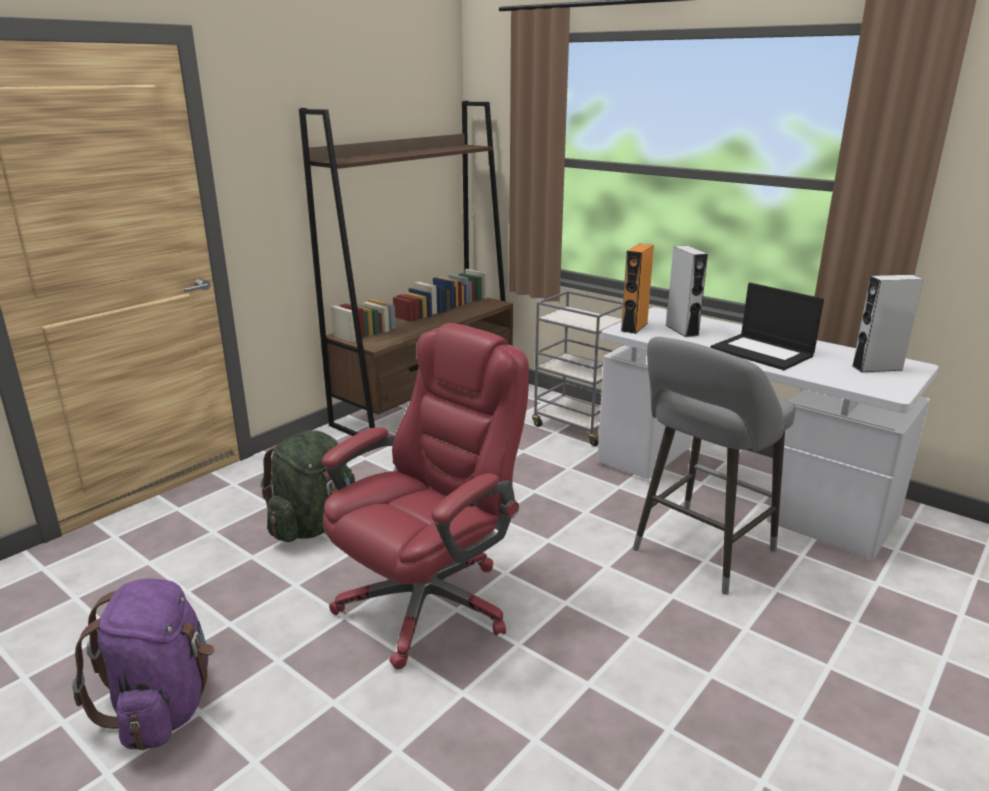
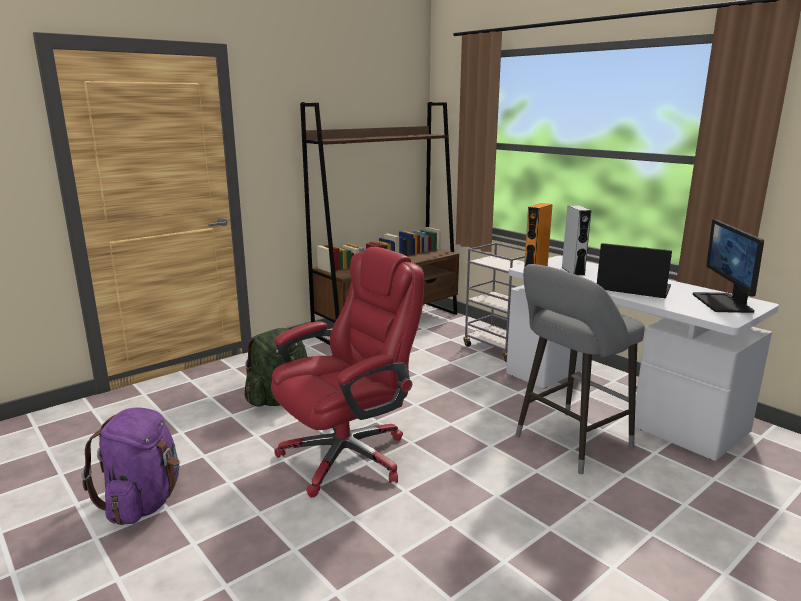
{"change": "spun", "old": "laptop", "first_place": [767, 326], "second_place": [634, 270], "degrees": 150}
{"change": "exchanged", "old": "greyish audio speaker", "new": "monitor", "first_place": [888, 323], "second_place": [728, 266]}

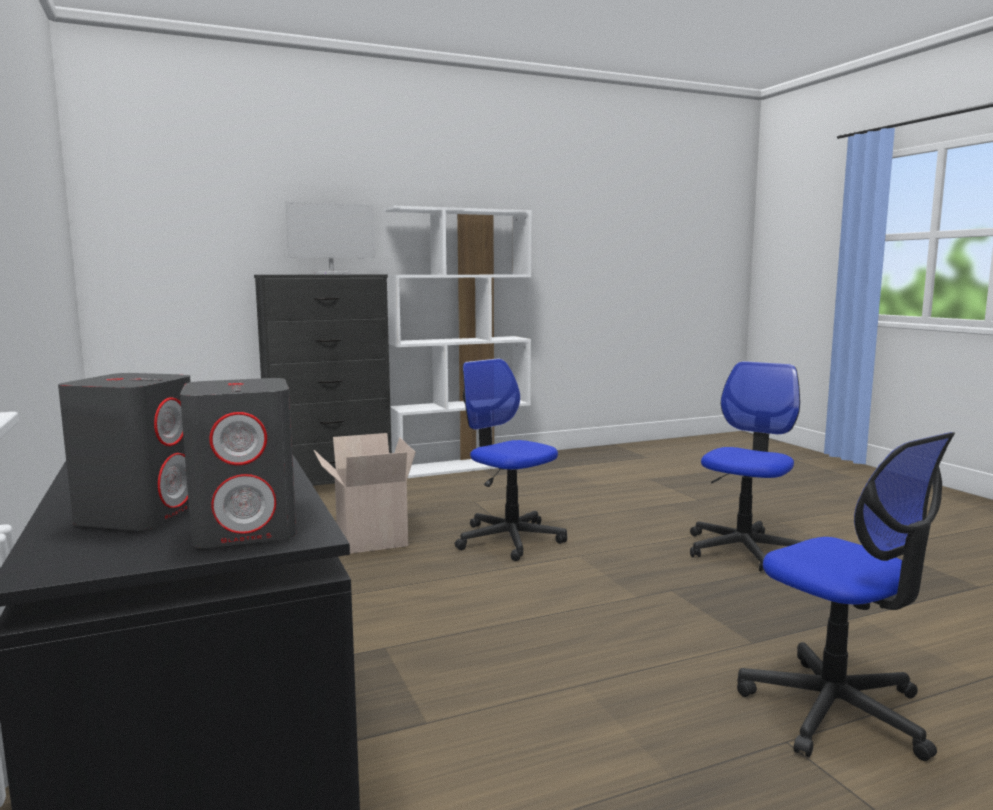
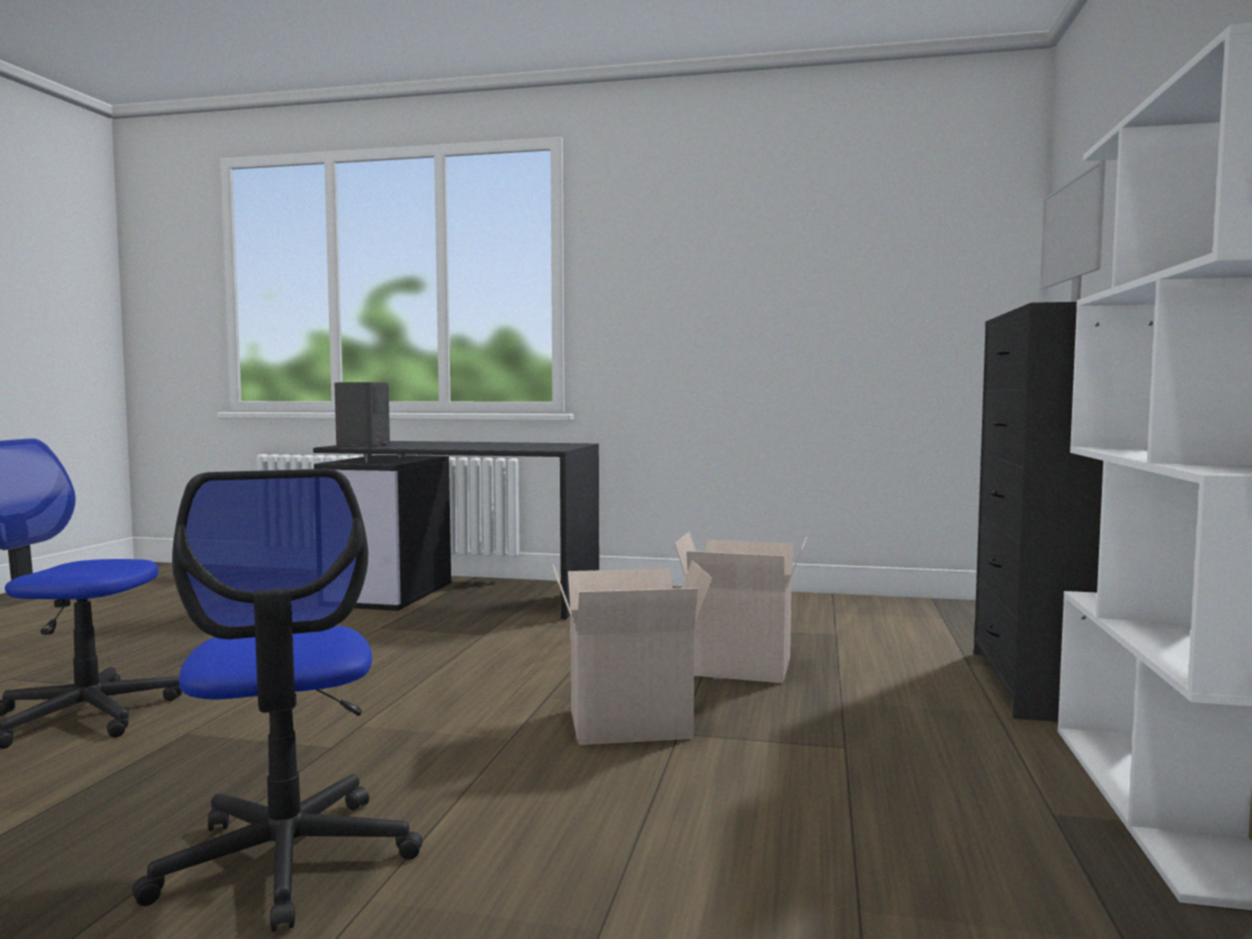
{"change": "exchanged", "old": "desk chair", "new": "packing box", "first_place": [511, 459], "second_place": [633, 652]}
{"change": "missing", "old": "greyish audio speaker", "first_place": [124, 451]}

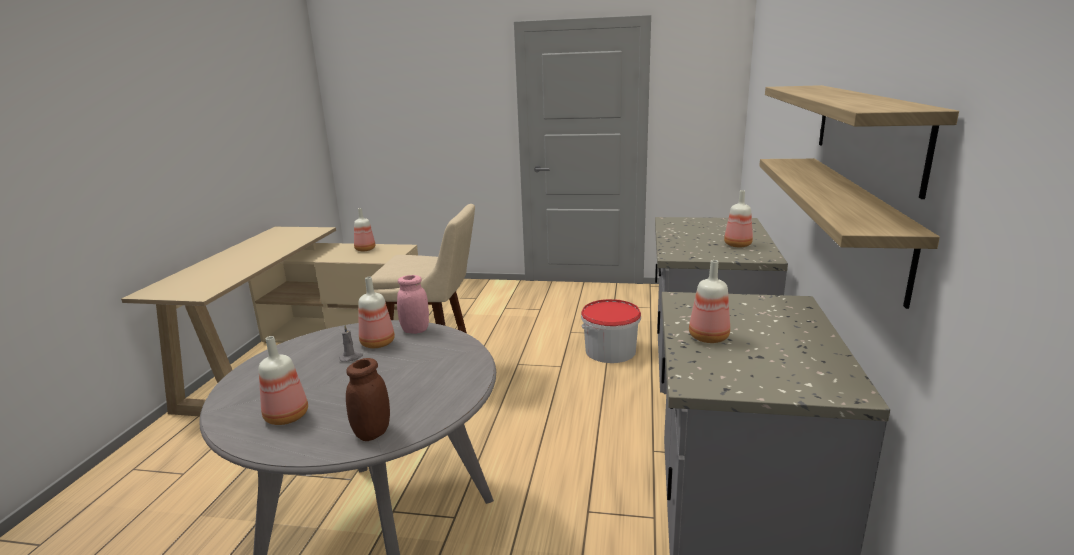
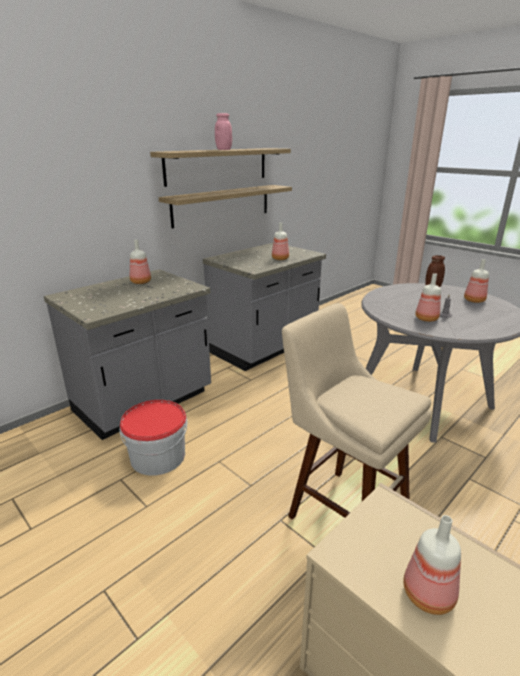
{"change": "relocated", "old": "pinkish preserve jar", "first_place": [413, 304], "second_place": [223, 131]}

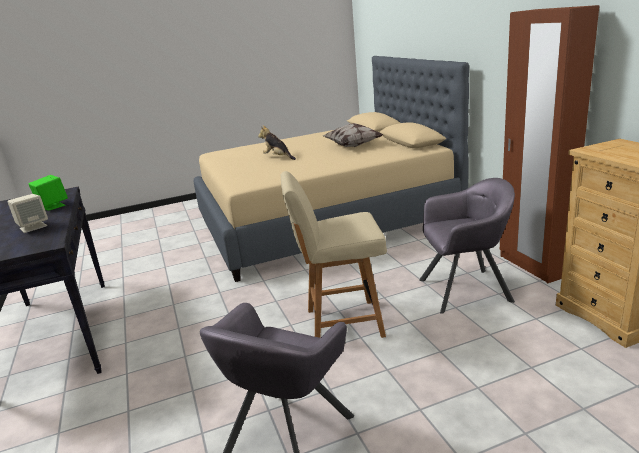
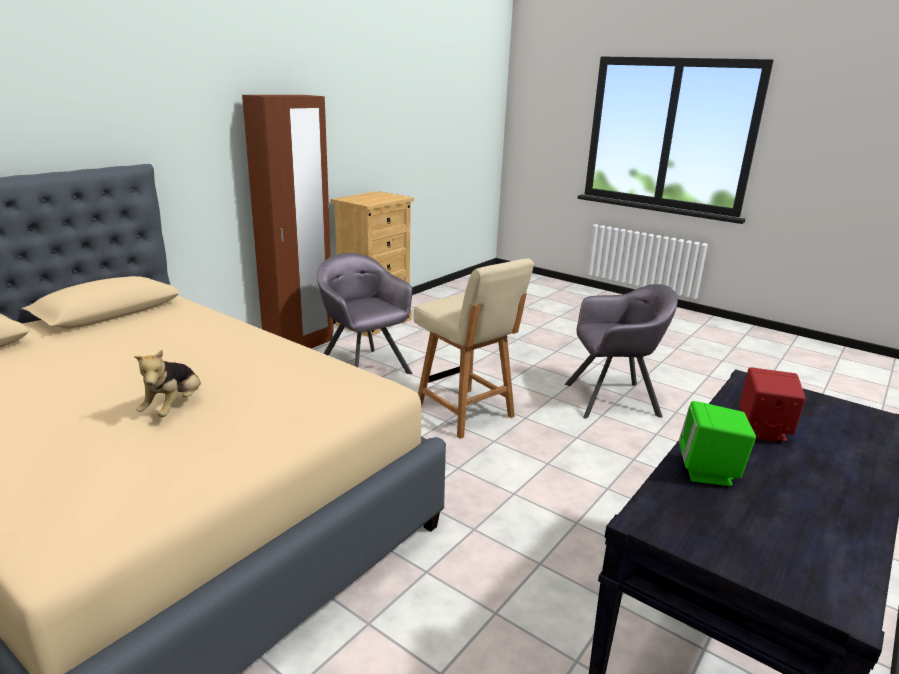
{"change": "colour", "old": "beige audio speaker", "new": "reddish audio speaker", "first_place": [27, 213], "second_place": [772, 404]}
{"change": "missing", "old": "cushion", "first_place": [353, 135]}

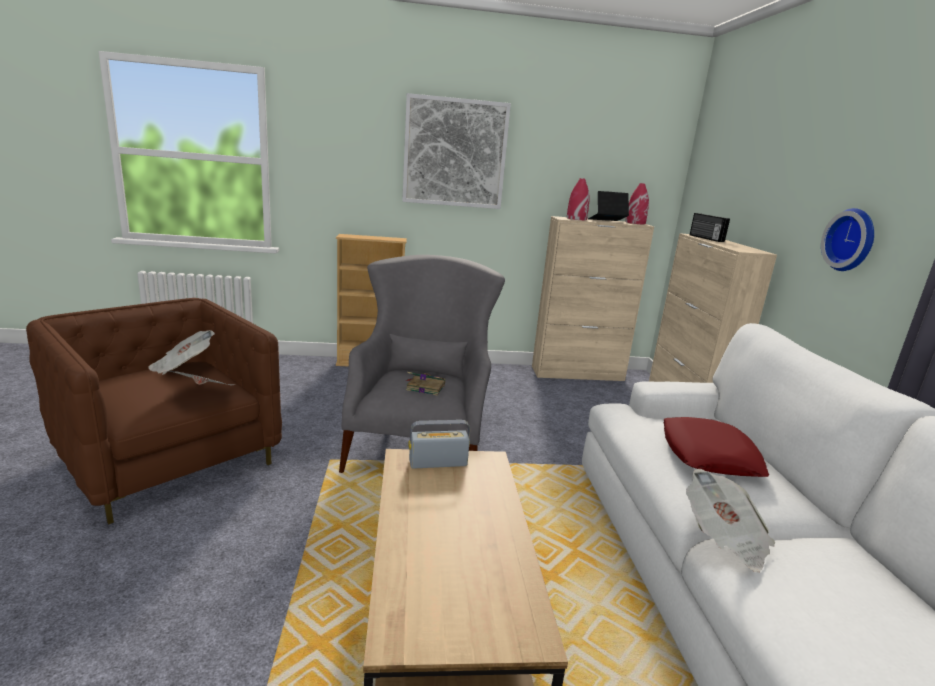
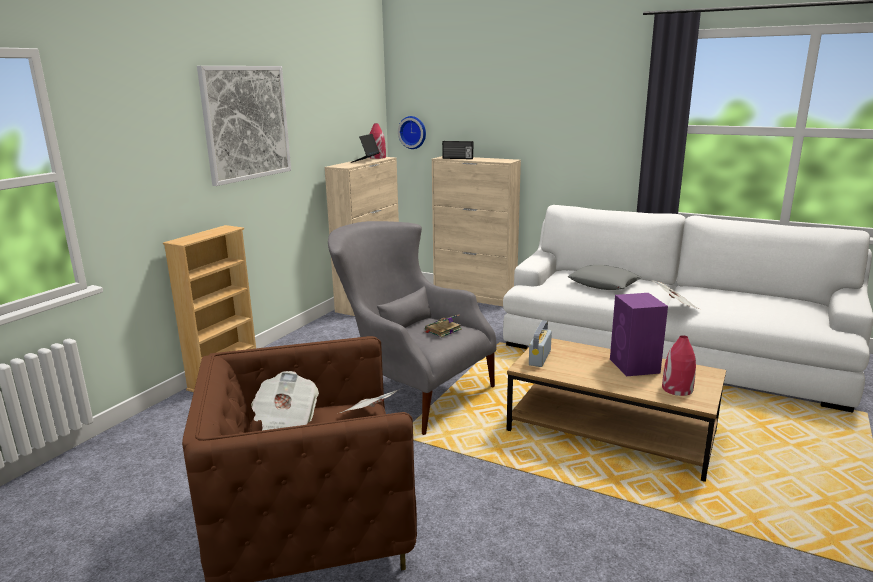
{"change": "relocated", "old": "wall clock", "first_place": [847, 239], "second_place": [412, 132]}
{"change": "colour", "old": "reddish cushion", "new": "greyish cushion", "first_place": [716, 447], "second_place": [604, 277]}
{"change": "appeared", "new": "purplish audio speaker", "second_place": [639, 334]}
{"change": "relocated", "old": "reddish flower vase", "first_place": [578, 199], "second_place": [679, 365]}

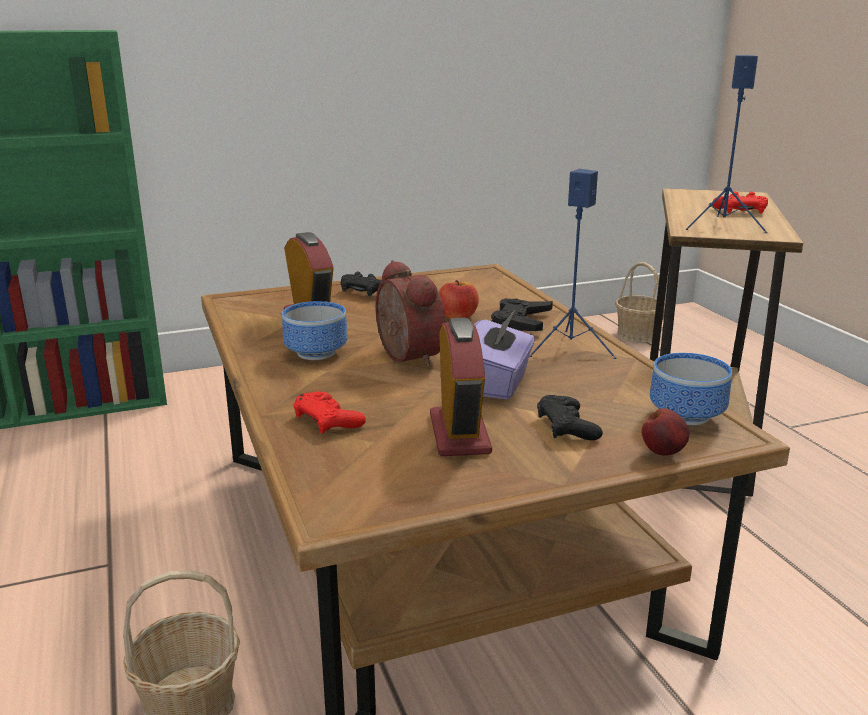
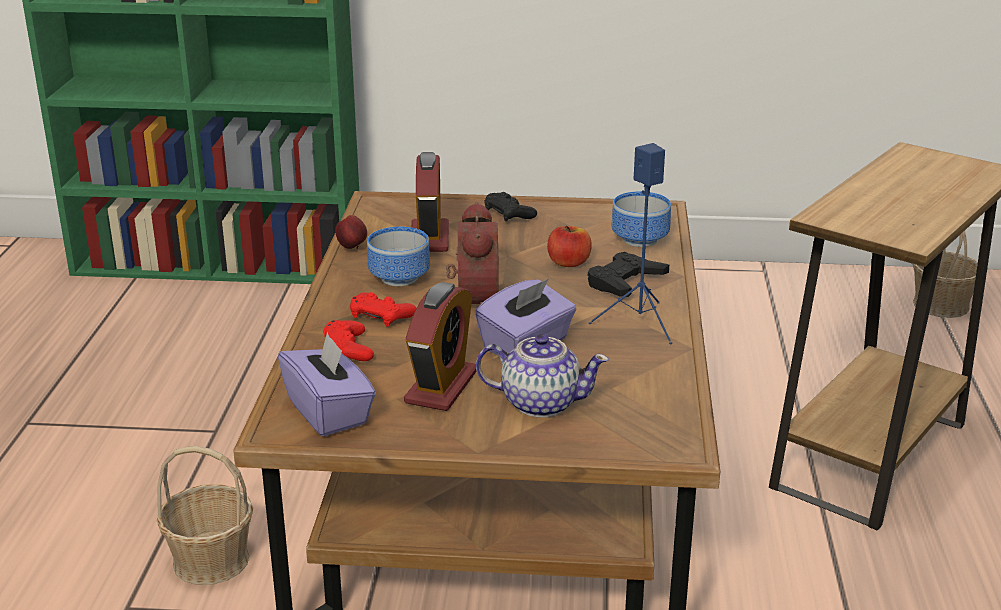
{"change": "appeared", "new": "purplish box of tissues", "second_place": [327, 384]}
{"change": "relocated", "old": "whole apple", "first_place": [665, 432], "second_place": [351, 232]}
{"change": "relocated", "old": "reddish joypad", "first_place": [740, 203], "second_place": [383, 309]}
{"change": "exchanged", "old": "black-coloured joypad", "new": "teapot", "first_place": [570, 417], "second_place": [542, 376]}
{"change": "relocated", "old": "bowl", "first_place": [691, 389], "second_place": [641, 219]}
{"change": "missing", "old": "blue audio speaker", "first_place": [726, 144]}

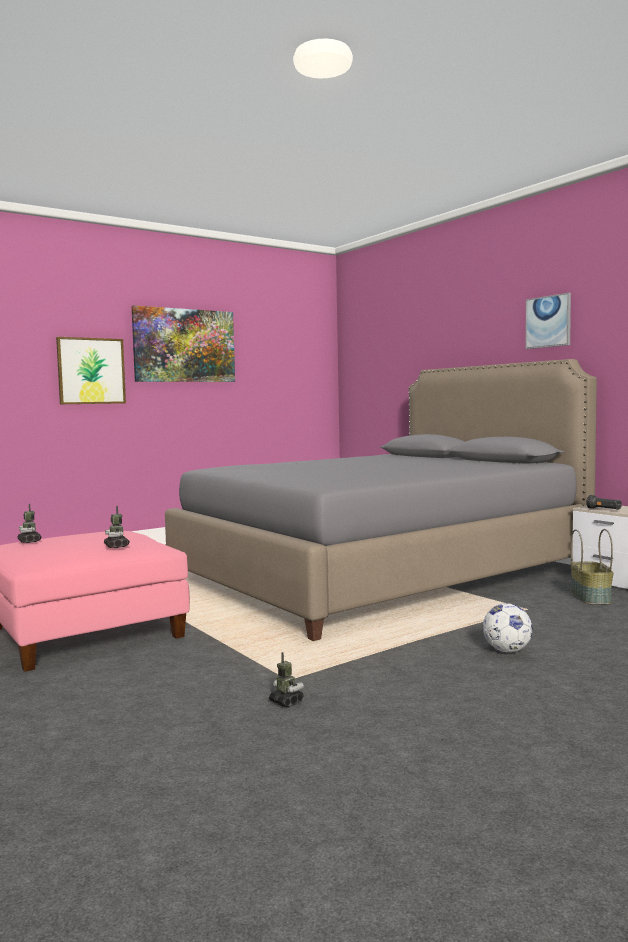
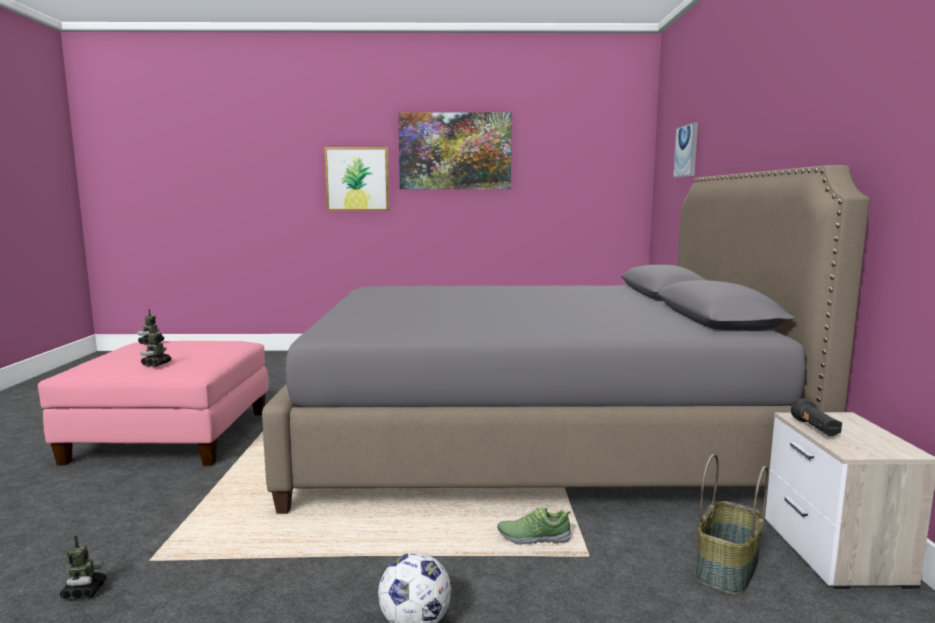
{"change": "appeared", "new": "shoe", "second_place": [534, 526]}
{"change": "relocated", "old": "wall picture", "first_place": [548, 321], "second_place": [685, 150]}

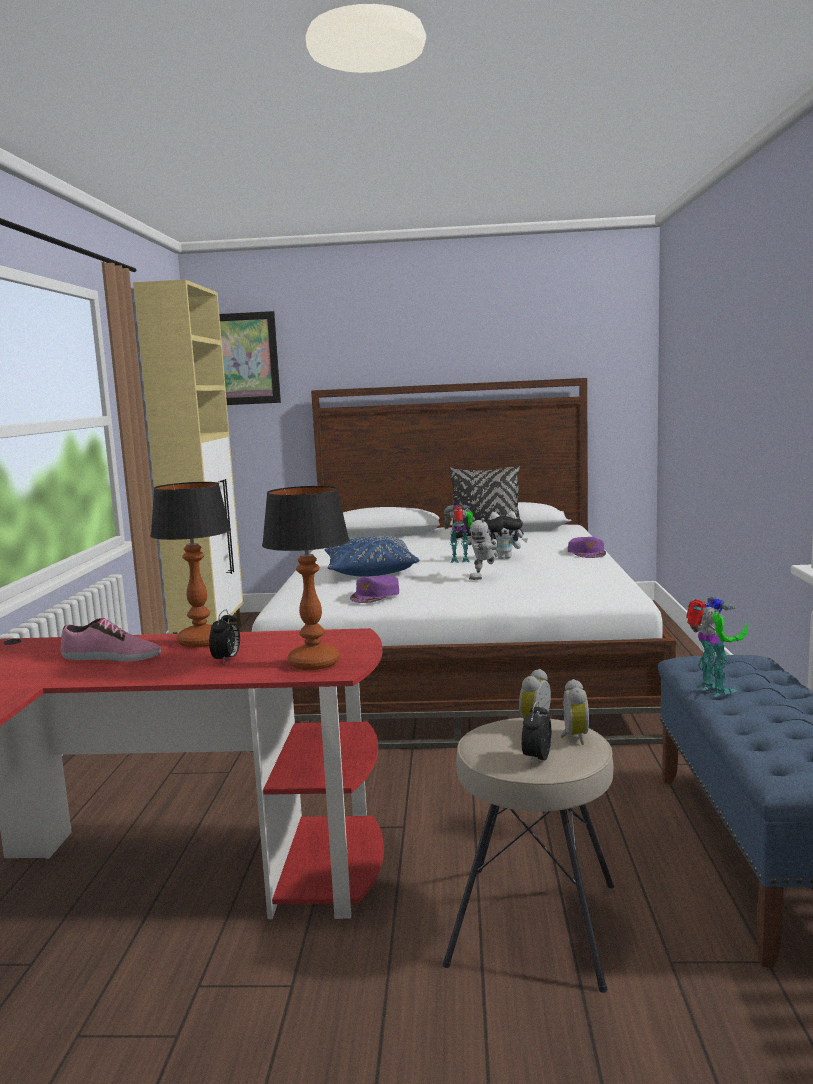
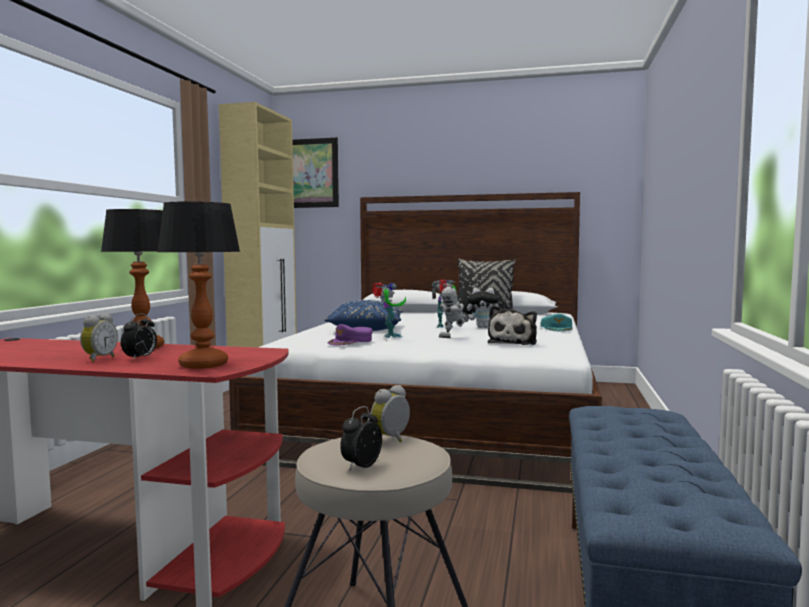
{"change": "relocated", "old": "table clock", "first_place": [574, 712], "second_place": [99, 337]}
{"change": "relocated", "old": "robot figure", "first_place": [716, 647], "second_place": [389, 310]}
{"change": "appeared", "new": "plush toy", "second_place": [512, 325]}
{"change": "colour", "old": "purplish peaked cap", "new": "blue-green peaked cap", "first_place": [587, 547], "second_place": [557, 323]}
{"change": "missing", "old": "shoe", "first_place": [110, 640]}

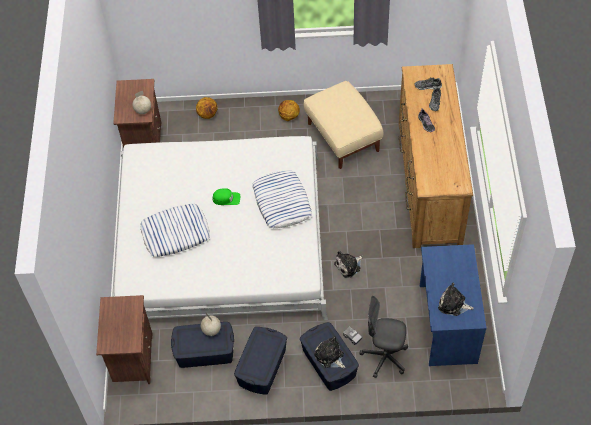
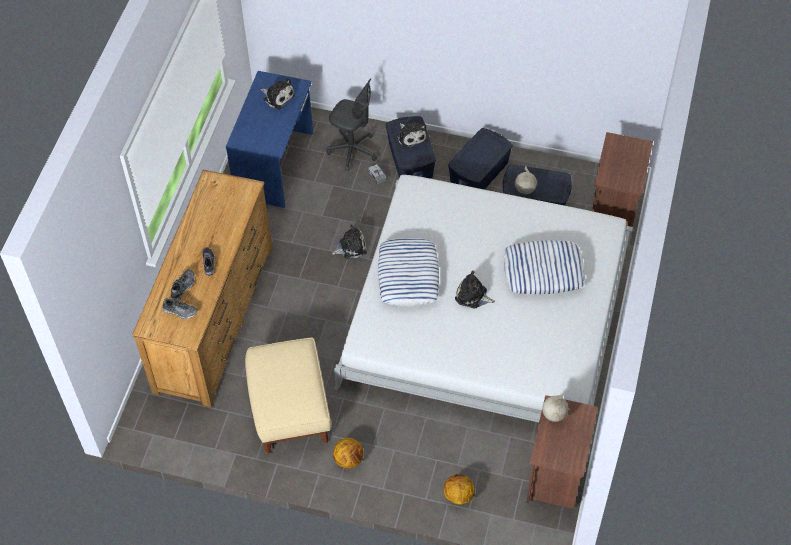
{"change": "exchanged", "old": "green peaked cap", "new": "plush toy", "first_place": [226, 196], "second_place": [475, 290]}

